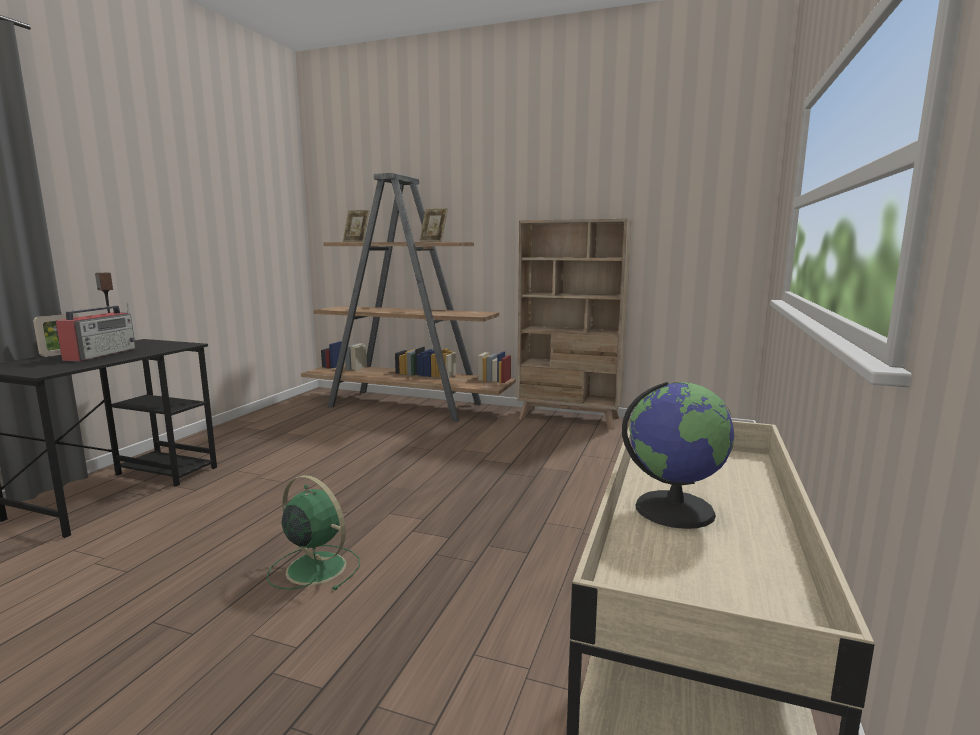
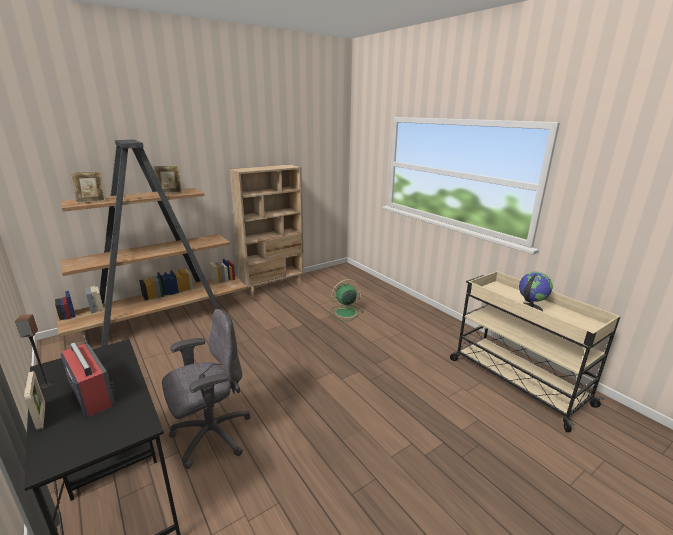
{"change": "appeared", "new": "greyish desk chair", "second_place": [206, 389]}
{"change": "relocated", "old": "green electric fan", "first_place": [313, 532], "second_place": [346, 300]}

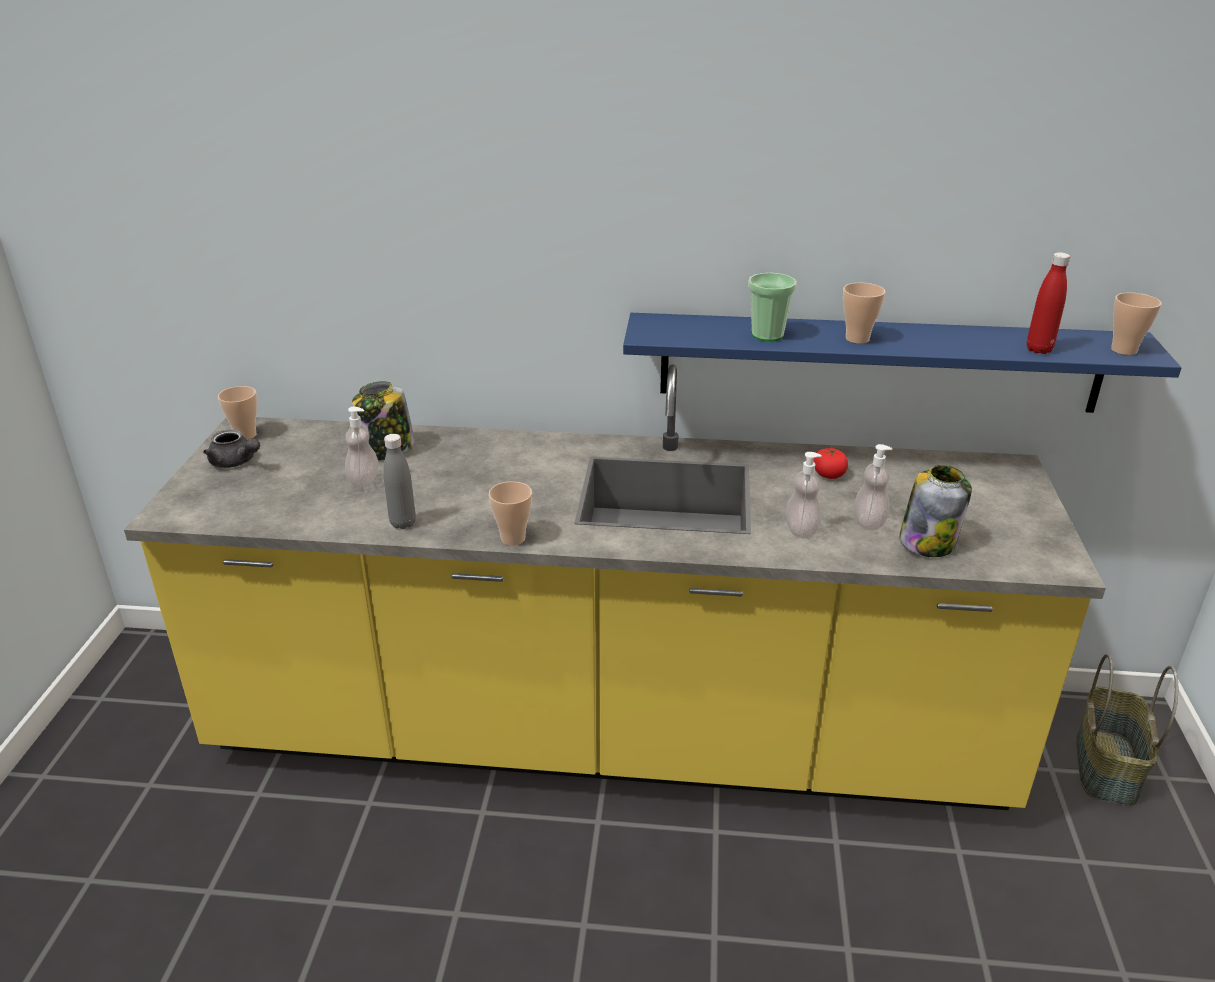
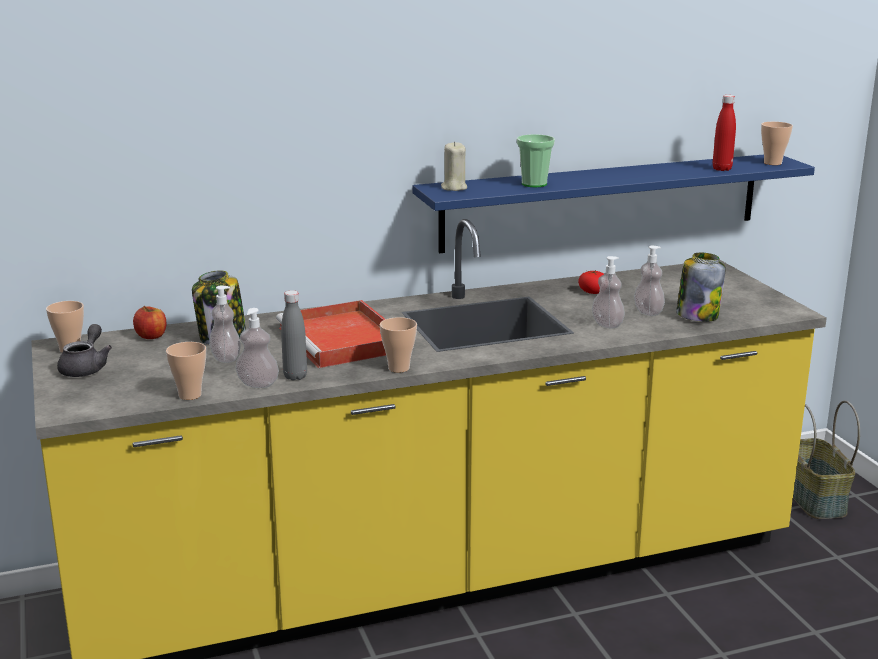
{"change": "spun", "old": "greyish teapot", "first_place": [231, 448], "second_place": [84, 350], "degrees": -90}
{"change": "appeared", "new": "whole apple", "second_place": [149, 322]}
{"change": "relocated", "old": "drinking cup", "first_place": [864, 313], "second_place": [186, 371]}
{"change": "appeared", "new": "soap dispenser", "second_place": [257, 348]}
{"change": "appeared", "new": "reddish serving tray", "second_place": [331, 334]}
{"change": "appeared", "new": "beige wax candle", "second_place": [454, 166]}

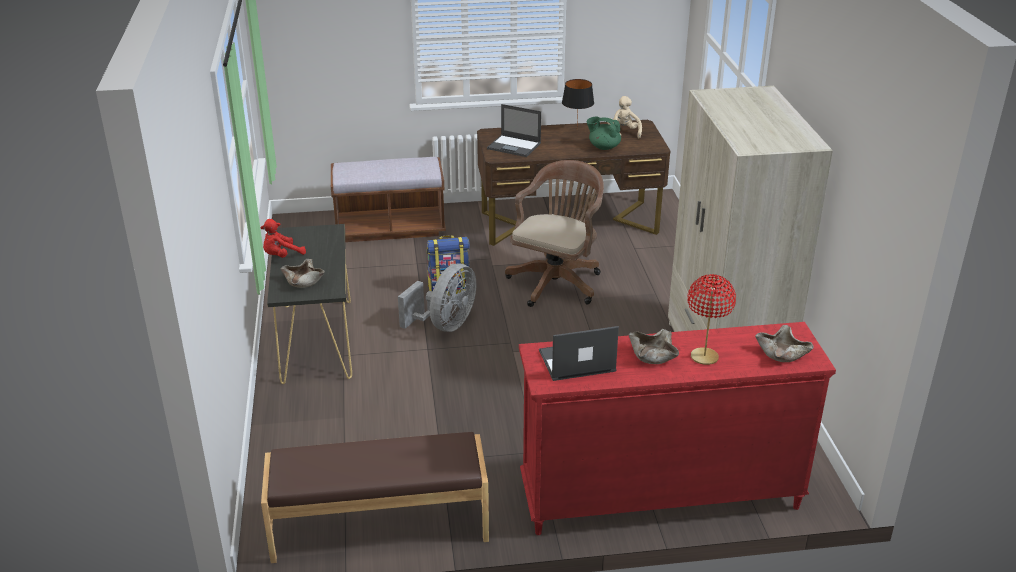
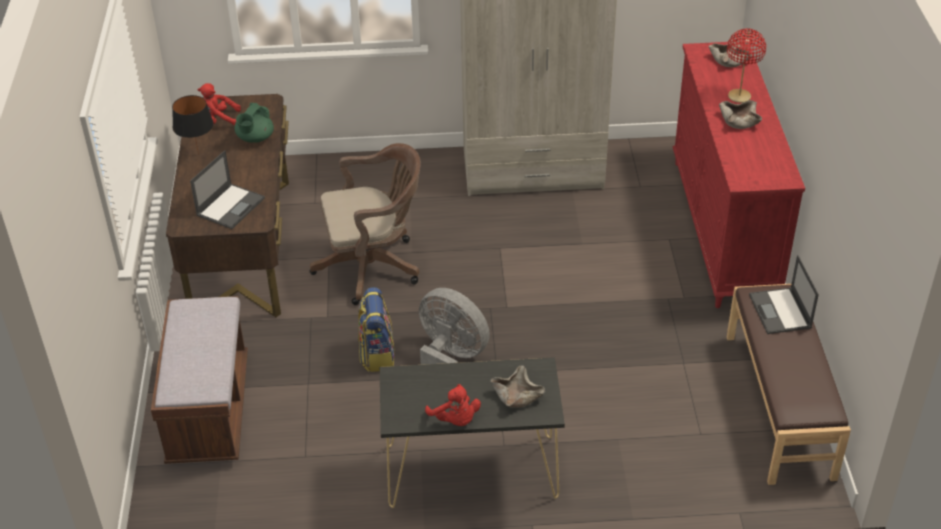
{"change": "colour", "old": "beige plush toy", "new": "reddish plush toy", "first_place": [624, 117], "second_place": [219, 104]}
{"change": "spun", "old": "brownish desk chair", "first_place": [554, 233], "second_place": [365, 224], "degrees": 135}
{"change": "relocated", "old": "laptop", "first_place": [579, 353], "second_place": [784, 294]}

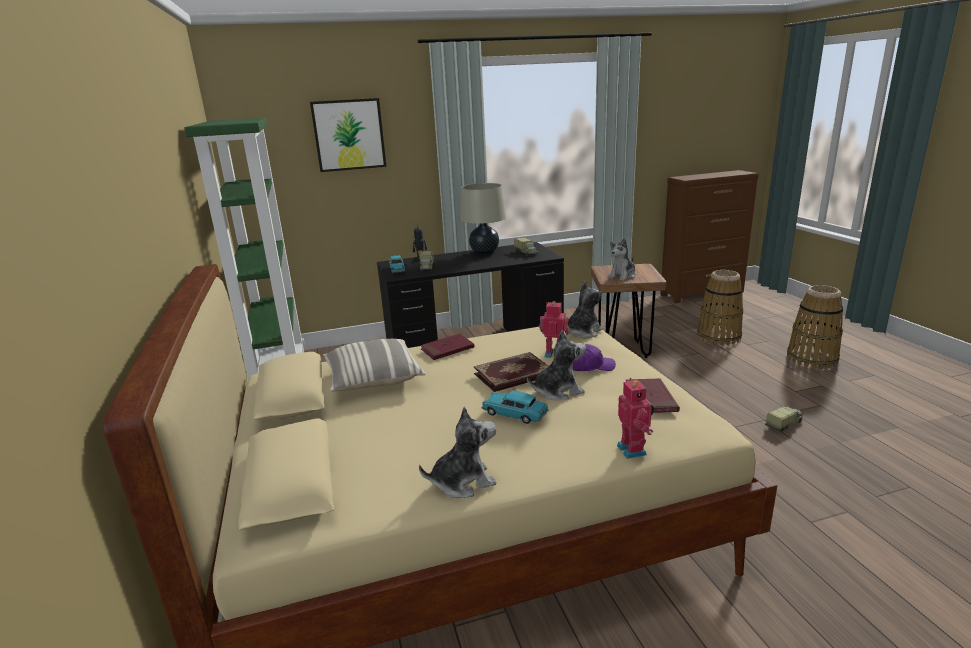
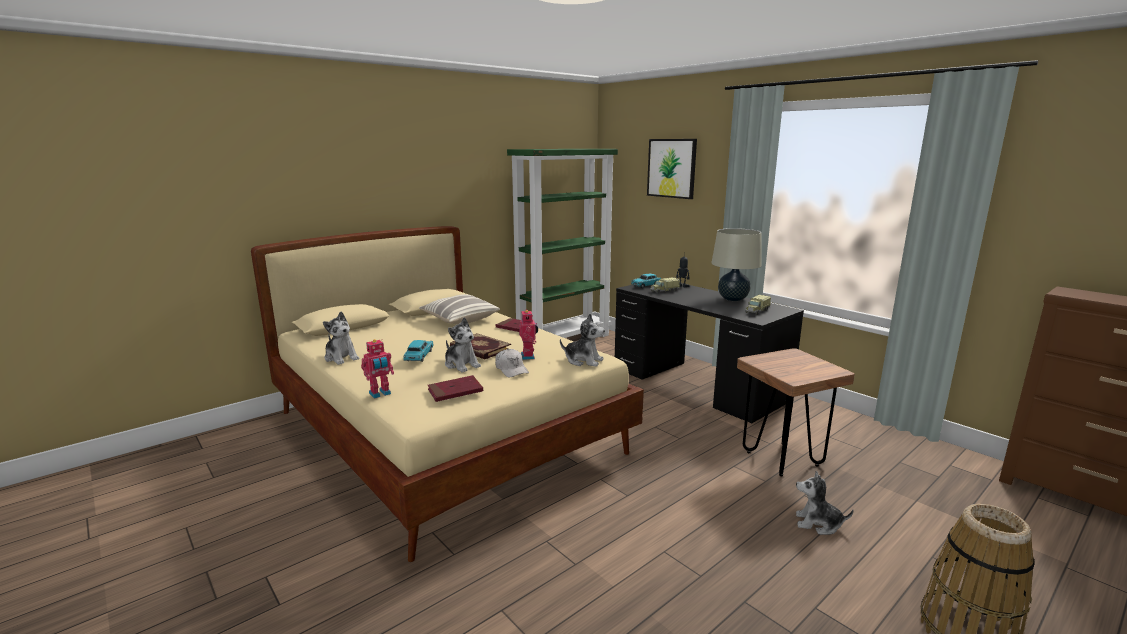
{"change": "colour", "old": "purplish peaked cap", "new": "white-coloured peaked cap", "first_place": [594, 357], "second_place": [512, 363]}
{"change": "relocated", "old": "plush toy", "first_place": [622, 259], "second_place": [825, 503]}
{"change": "missing", "old": "household basket", "first_place": [720, 307]}
{"change": "missing", "old": "toy truck", "first_place": [784, 419]}

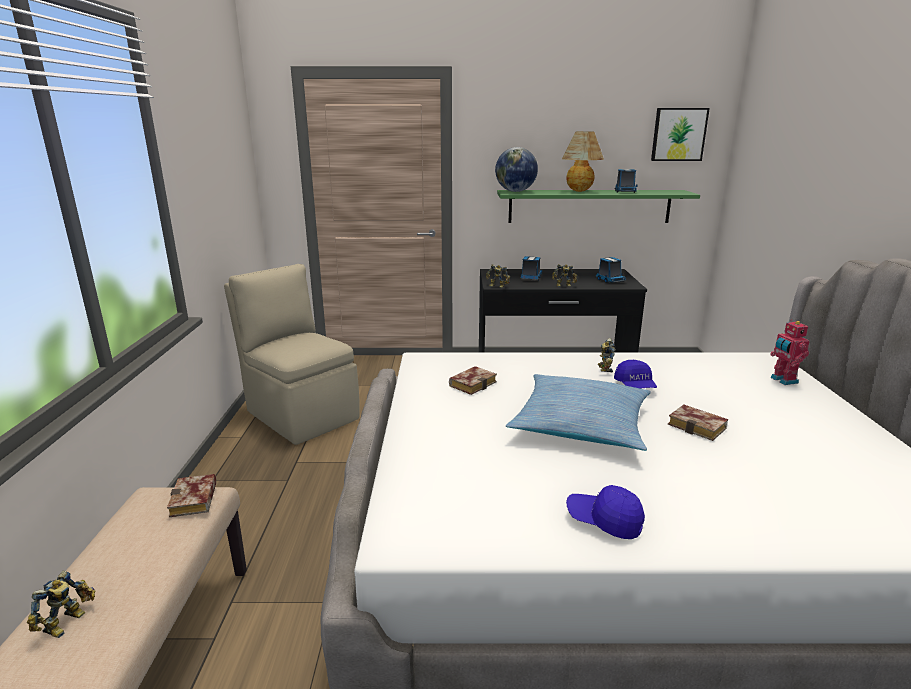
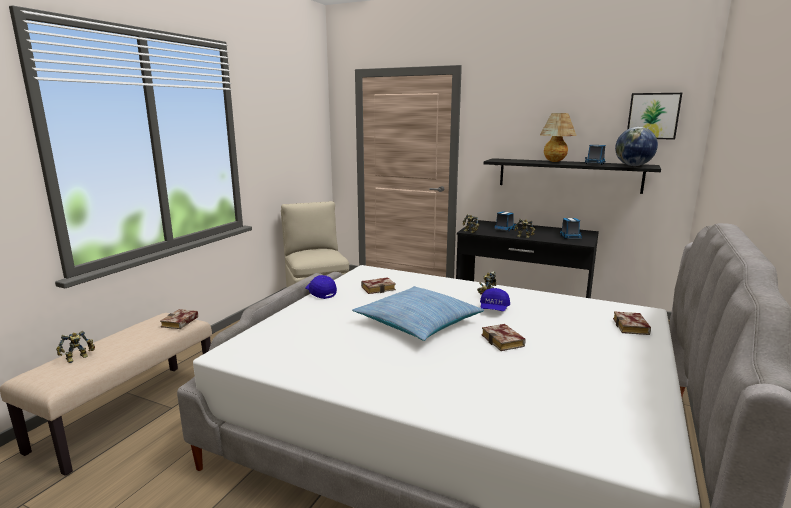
{"change": "relocated", "old": "blue peaked cap", "first_place": [605, 512], "second_place": [321, 287]}
{"change": "colour", "old": "green shelf", "new": "black-coloured shelf", "first_place": [598, 206], "second_place": [572, 176]}
{"change": "exchanged", "old": "robot figure", "new": "volume", "first_place": [790, 352], "second_place": [632, 323]}
{"change": "relocated", "old": "world globe", "first_place": [516, 169], "second_place": [636, 146]}

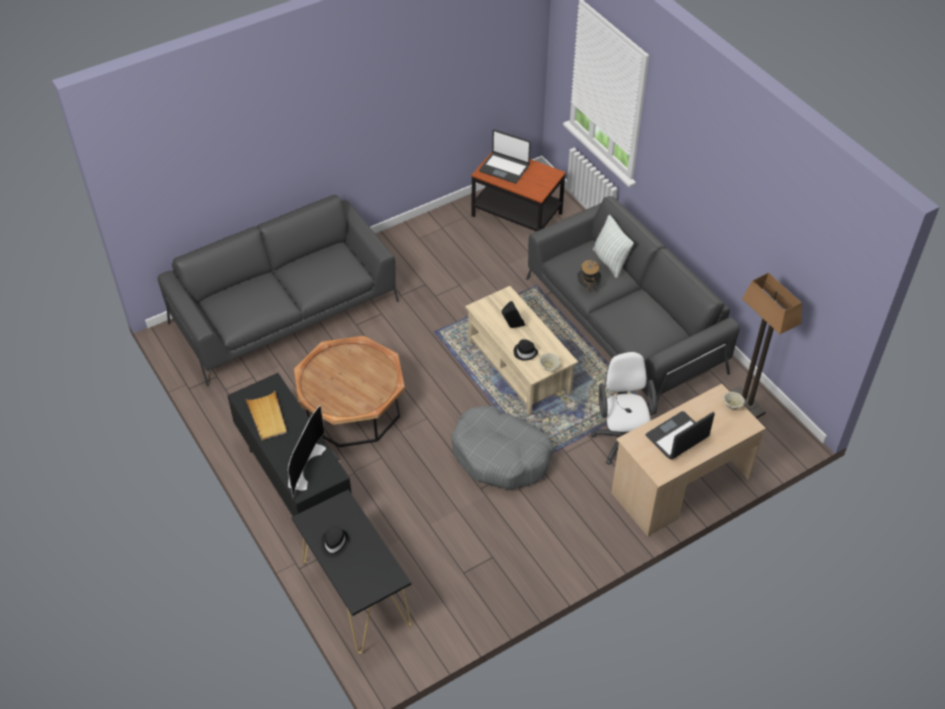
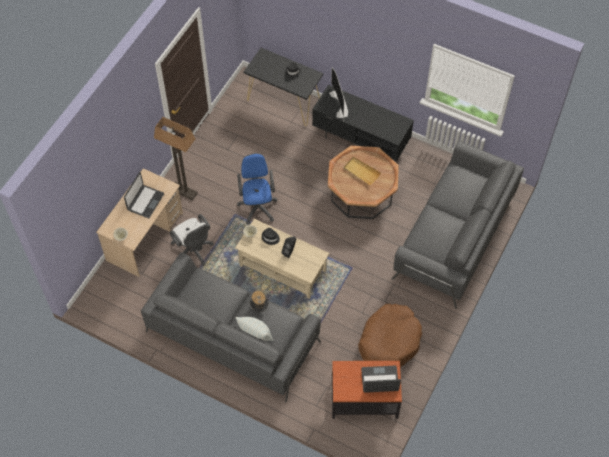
{"change": "relocated", "old": "standing lamp", "first_place": [766, 346], "second_place": [176, 158]}
{"change": "exchanged", "old": "greyish pet bed", "new": "blue desk chair", "first_place": [502, 448], "second_place": [257, 189]}
{"change": "relocated", "old": "beige serving tray", "first_place": [266, 416], "second_place": [362, 171]}
{"change": "appeared", "new": "brownish pet bed", "second_place": [390, 335]}

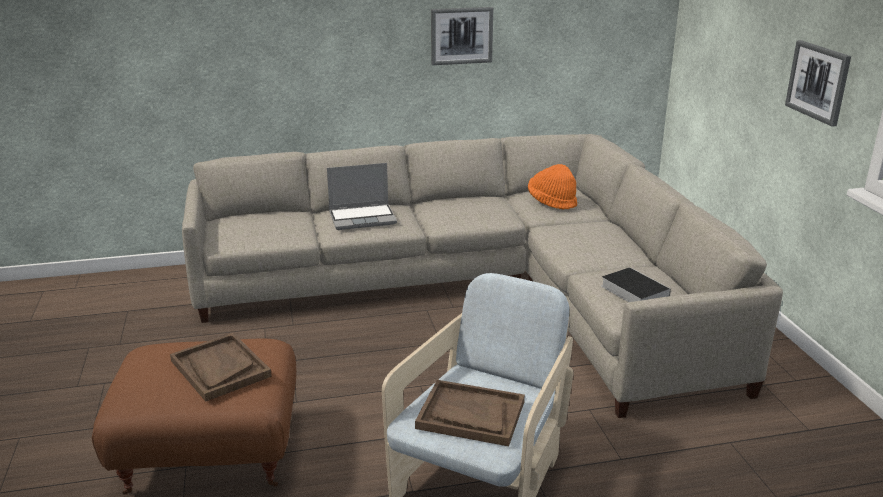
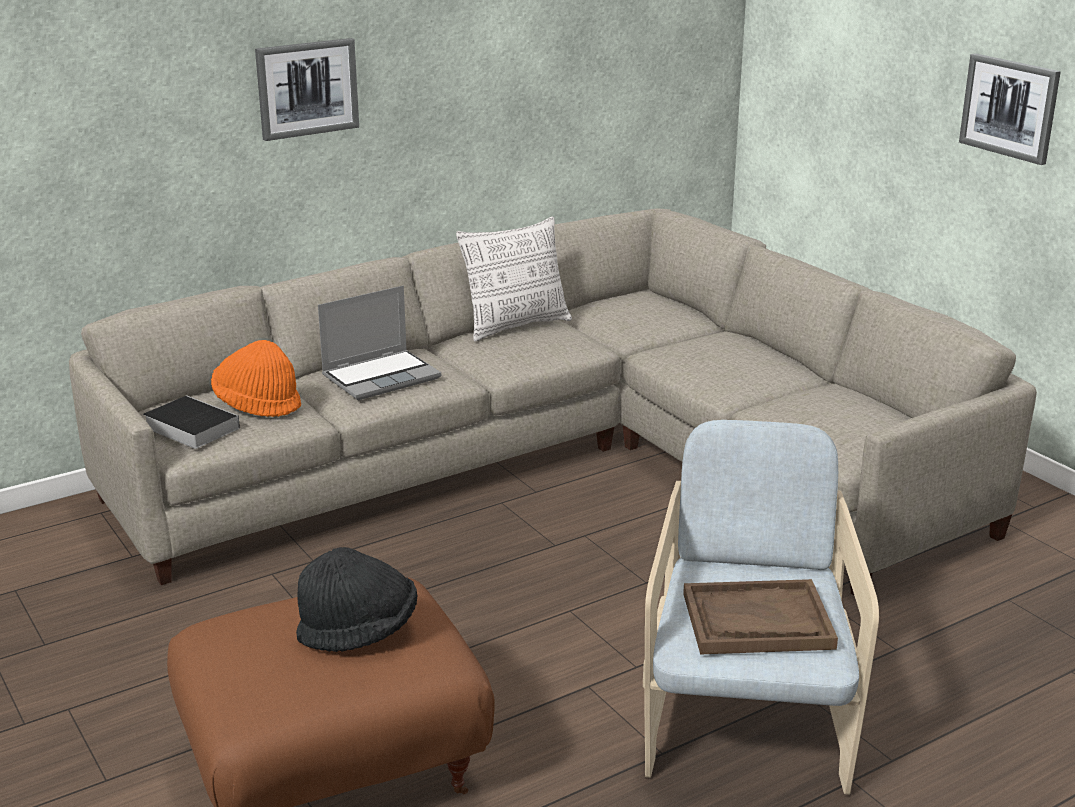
{"change": "relocated", "old": "volume", "first_place": [636, 284], "second_place": [191, 422]}
{"change": "relocated", "old": "orangey hat", "first_place": [552, 187], "second_place": [256, 378]}
{"change": "relocated", "old": "wall picture", "first_place": [462, 36], "second_place": [307, 89]}
{"change": "exchanged", "old": "brownish serving tray", "new": "black-coloured hat", "first_place": [221, 367], "second_place": [357, 599]}
{"change": "appeared", "new": "cushion", "second_place": [514, 279]}

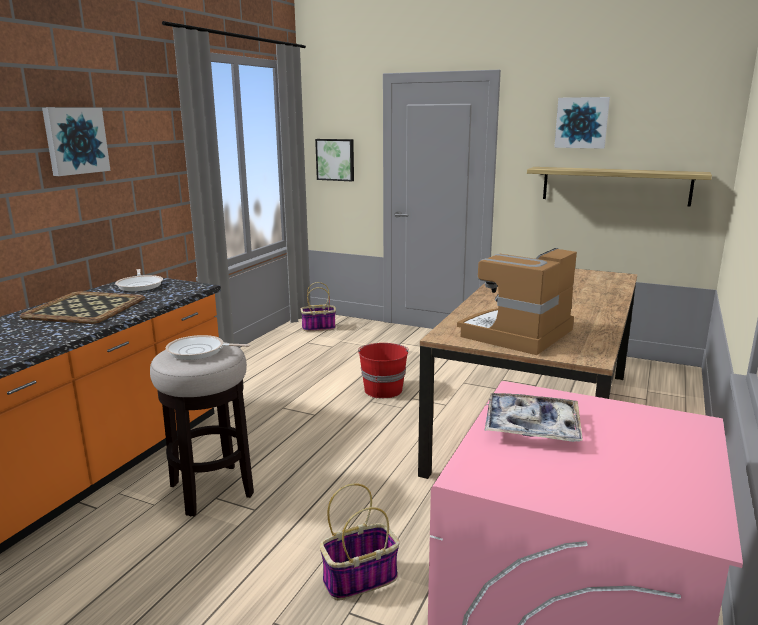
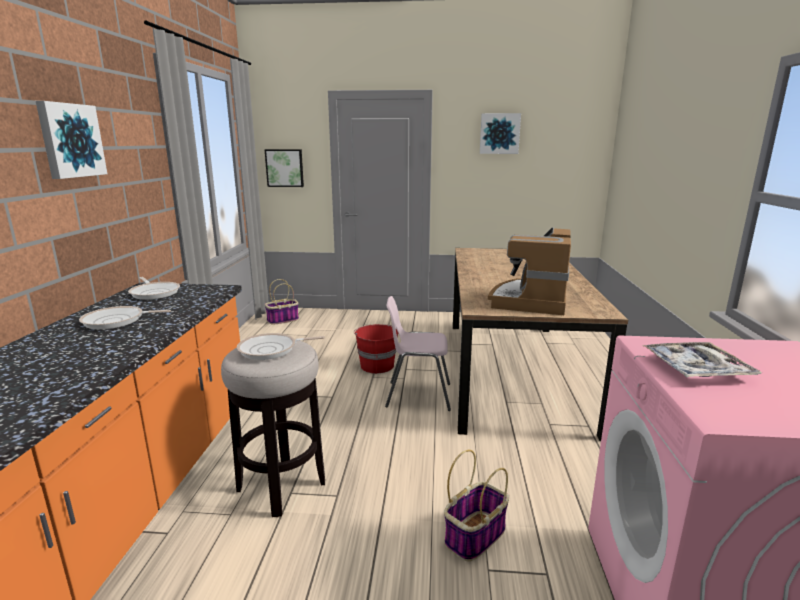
{"change": "exchanged", "old": "serving tray", "new": "pan", "first_place": [82, 307], "second_place": [125, 318]}
{"change": "appeared", "new": "pinkish plain chair", "second_place": [418, 353]}
{"change": "missing", "old": "shelf", "first_place": [619, 187]}

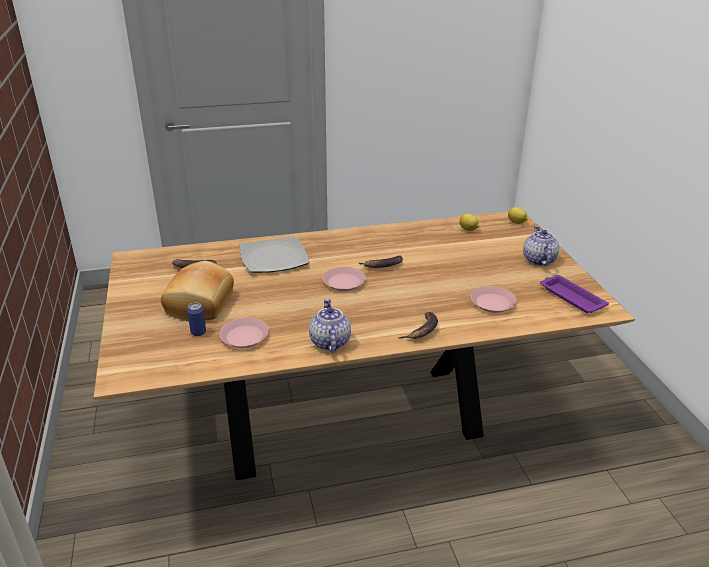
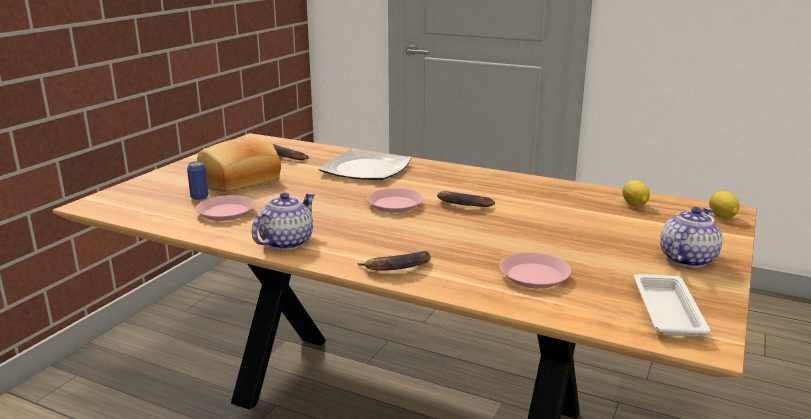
{"change": "colour", "old": "purplish serving tray", "new": "white-coloured serving tray", "first_place": [574, 294], "second_place": [672, 305]}

